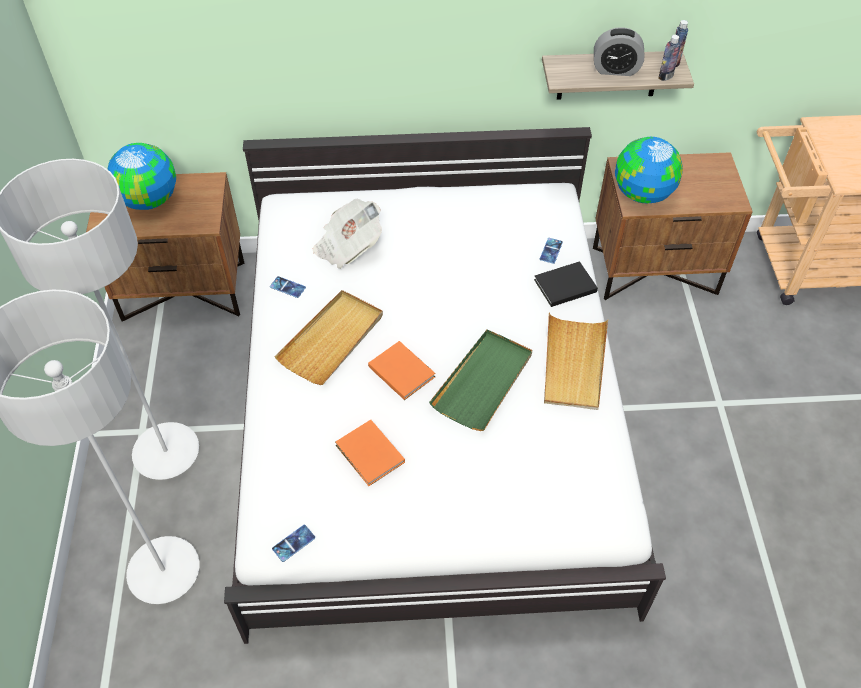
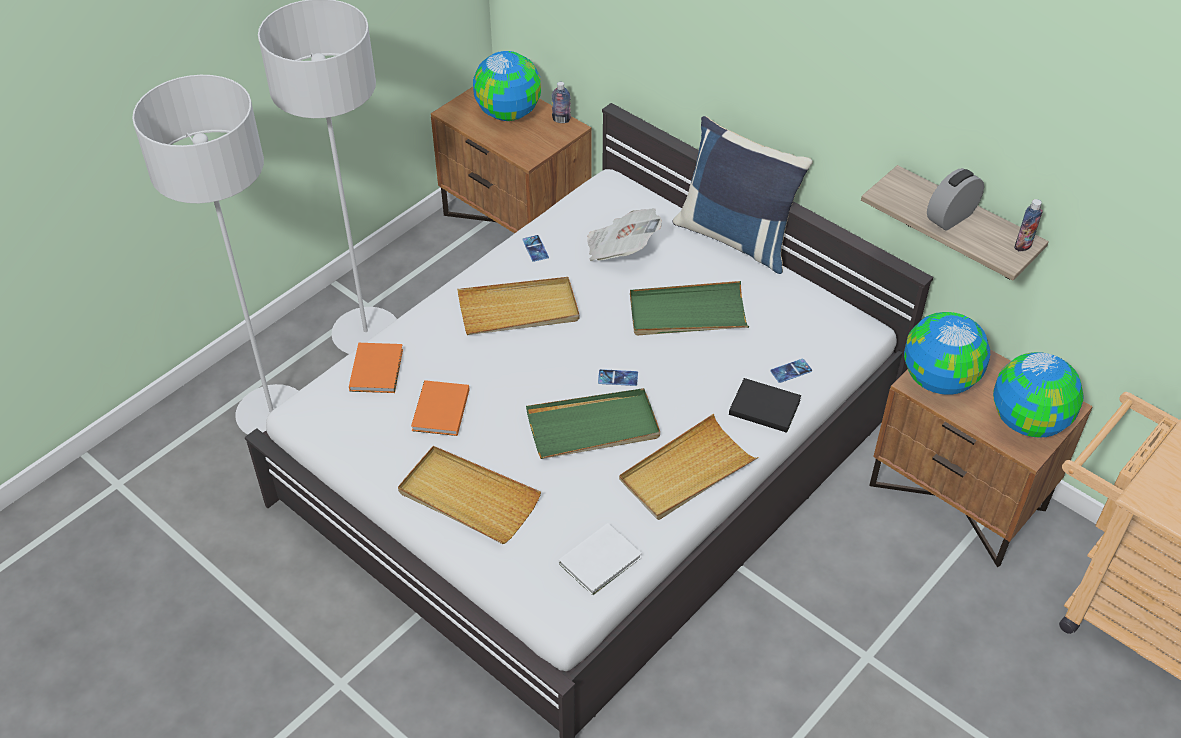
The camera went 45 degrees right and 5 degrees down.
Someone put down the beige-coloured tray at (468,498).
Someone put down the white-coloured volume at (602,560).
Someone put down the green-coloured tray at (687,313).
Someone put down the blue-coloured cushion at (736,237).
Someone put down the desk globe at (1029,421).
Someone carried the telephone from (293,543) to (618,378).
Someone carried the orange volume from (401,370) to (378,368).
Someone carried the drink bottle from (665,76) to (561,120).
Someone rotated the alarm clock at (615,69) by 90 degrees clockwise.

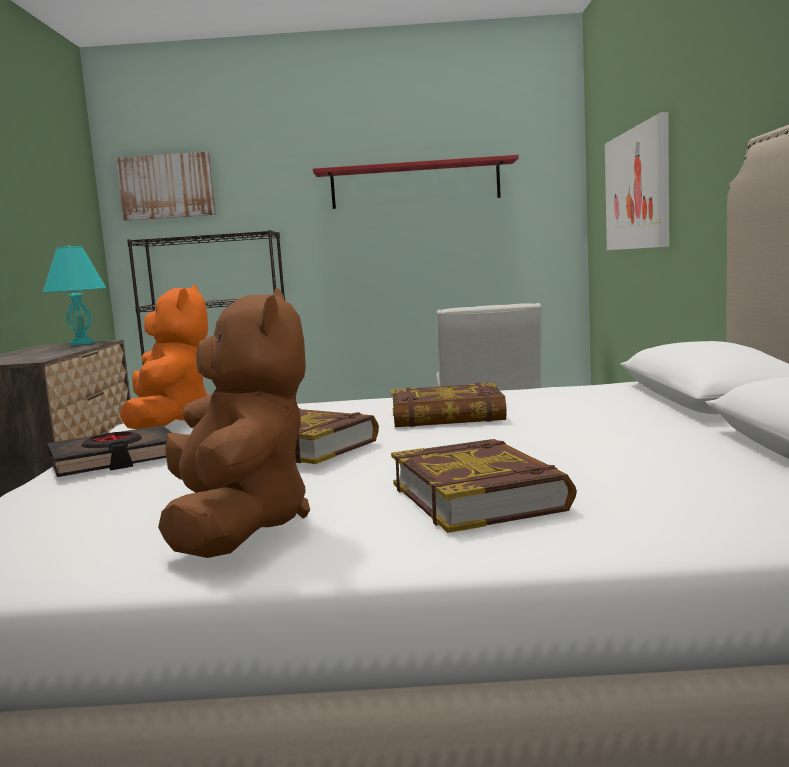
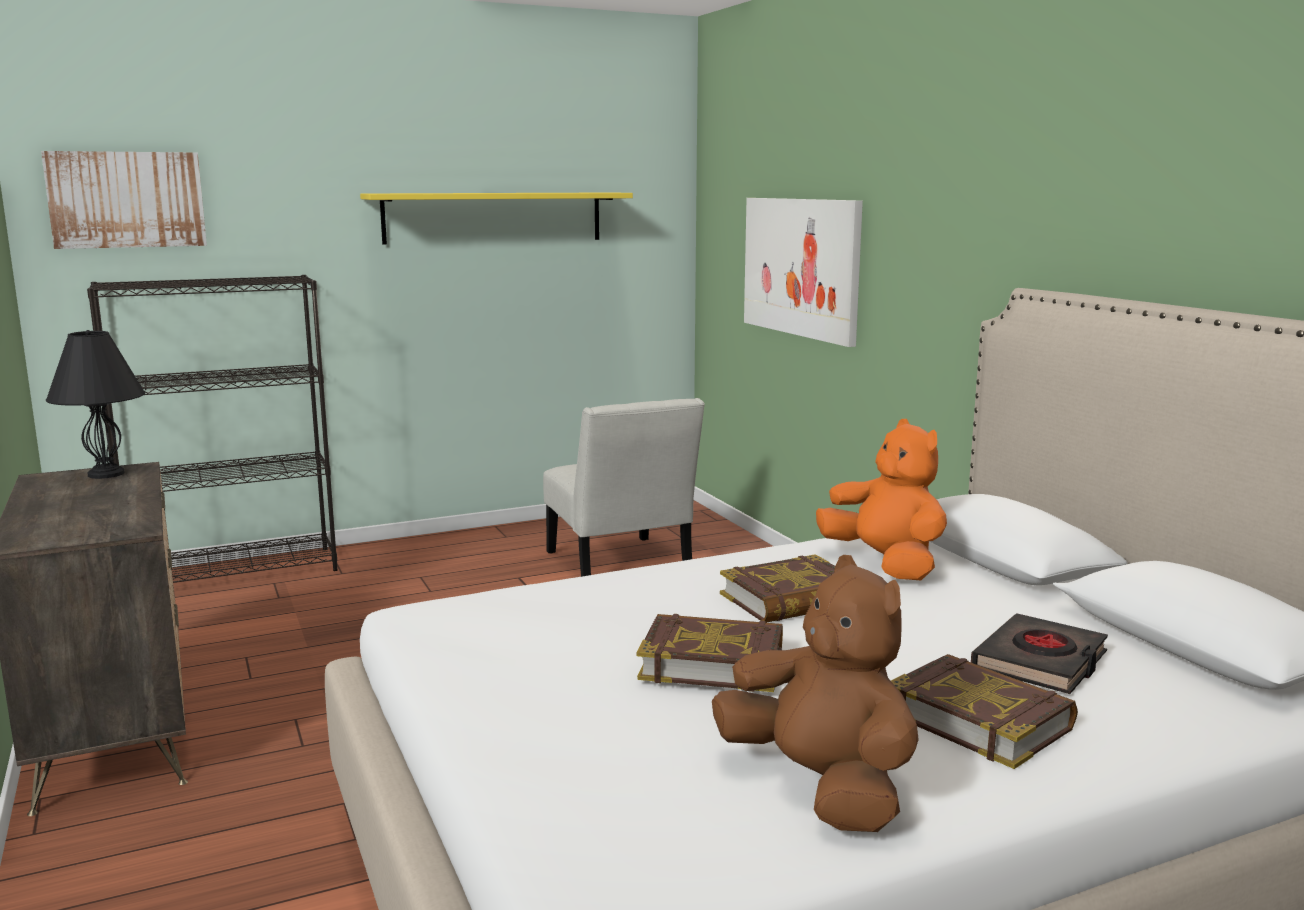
The camera went 25 degrees left and 5 degrees up.
Someone carried the blackish volume from (115,459) to (1040,662).
Someone carried the orange cuddly toy from (170,422) to (885,564).
Someone repainted the blue-green tabletop lamp at (82,343), which became the blackish tabletop lamp at (106,474).
Someone repainted the red-coloured shelf at (415,184), which became the yellow shelf at (494,217).

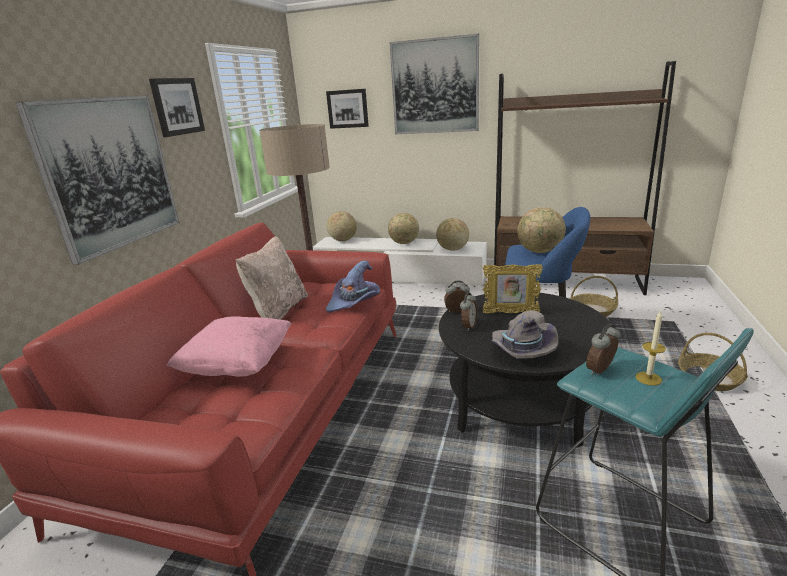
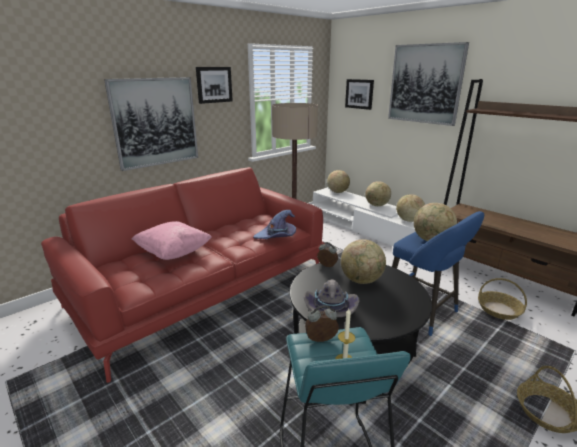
The camera went 30 degrees right and 0 degrees up.
Someone took away the beige-coloured cushion at (278,311).
Someone took away the alarm clock at (468,326).
Someone swapped the picture frame at (510,313) for the desk globe at (361,280).

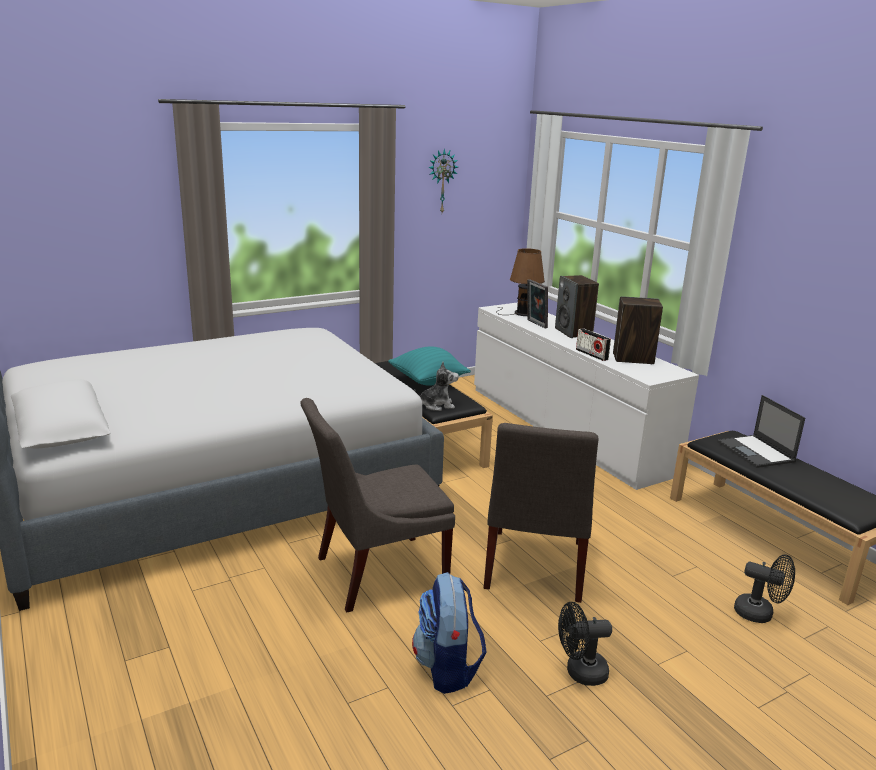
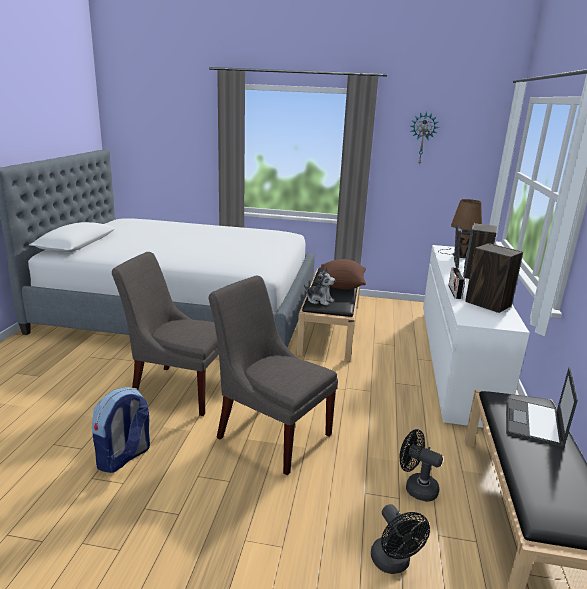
The camera went 40 degrees right and 0 degrees up.
Someone carried the blackish electric fan from (580,672) to (416,487).
Someone repainted the blue-green cushion at (428,382), which became the brownish cushion at (341,286).
Someone rotated the grey plain chair at (533,568) by 75 degrees clockwise.

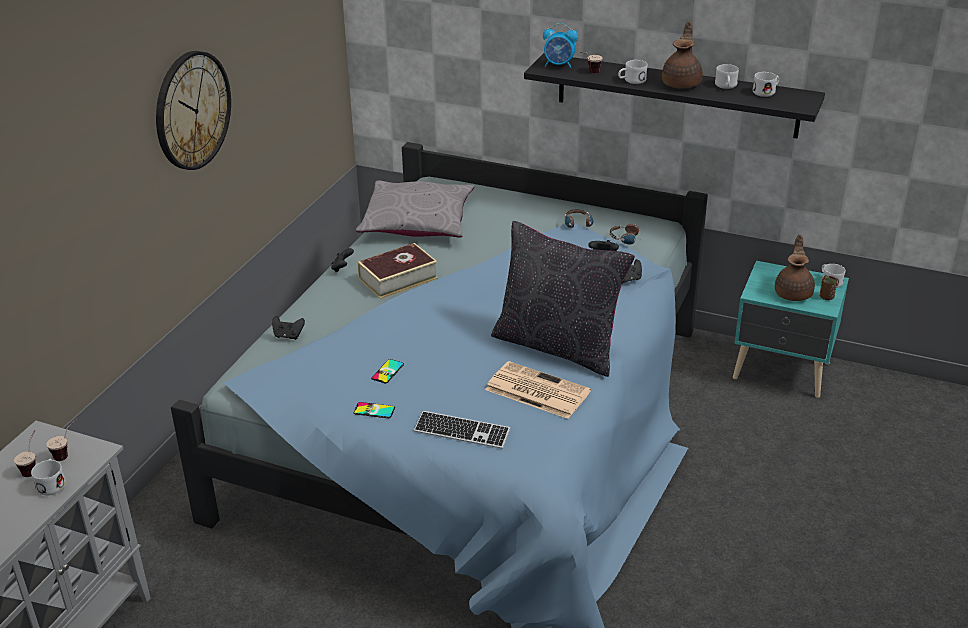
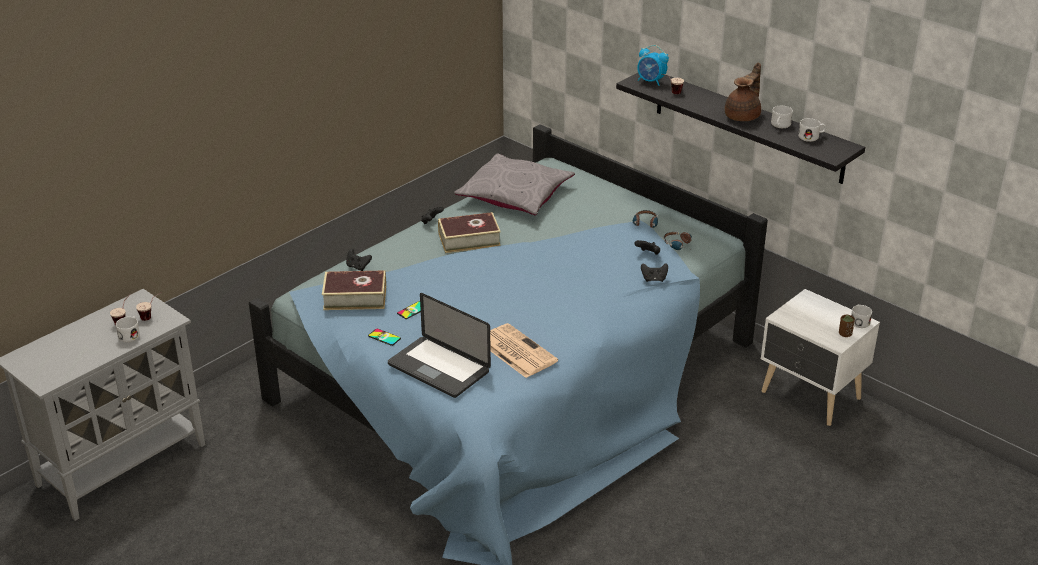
The camera went 20 degrees right and 0 degrees up.
Someone took away the wall clock at (192,110).
Someone took away the blackish cushion at (558,346).
Someone took away the white-coloured tea mug at (631,81).
Someone took away the brownish teapot at (793,293).
Someone put down the volume at (355,297).
Someone swapped the keyboard at (462,432) for the laptop at (438,368).
Someone repainted the blue-green nightstand at (782,372), which became the white-coloured nightstand at (811,397).

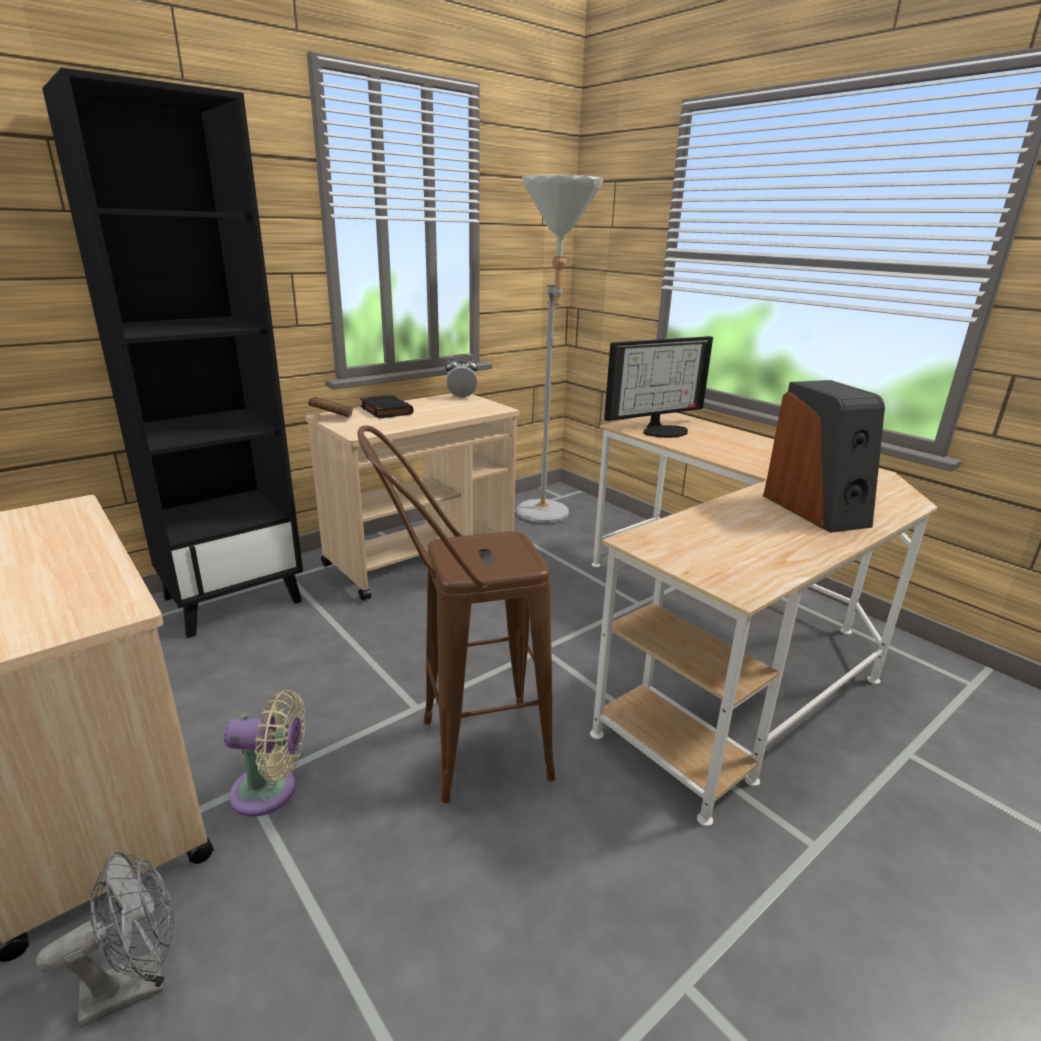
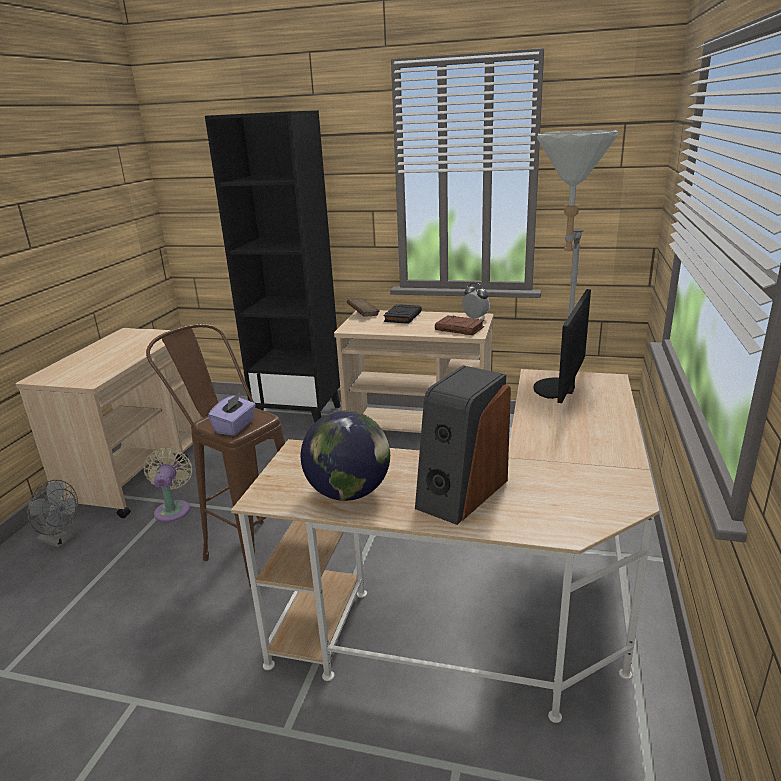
The camera went 55 degrees right and 0 degrees up.
Someone put down the purplish box of tissues at (235,427).
Someone put down the desk globe at (349,492).
Someone put down the brownish volume at (460,329).
Someone rotated the beige-coloured electric fan at (271,791) by 150 degrees counterclockwise.
Someone rotated the monitor at (662,430) by 90 degrees clockwise.

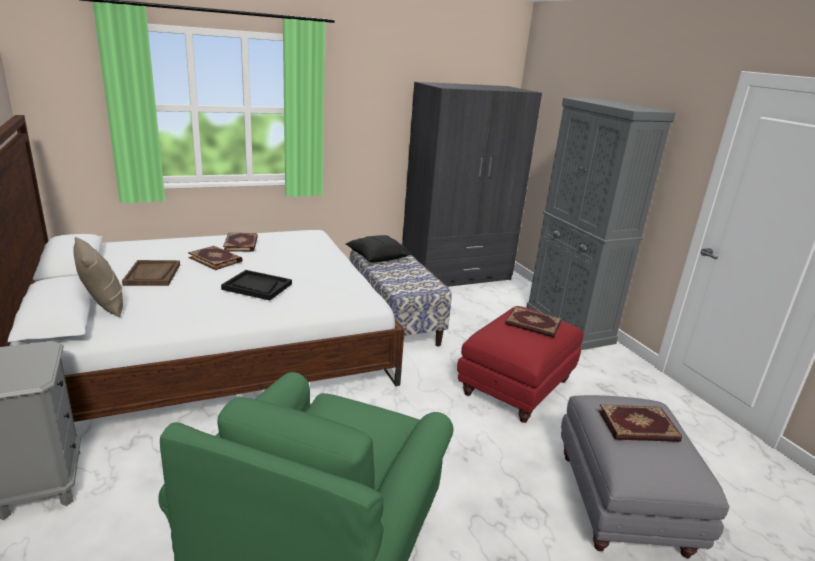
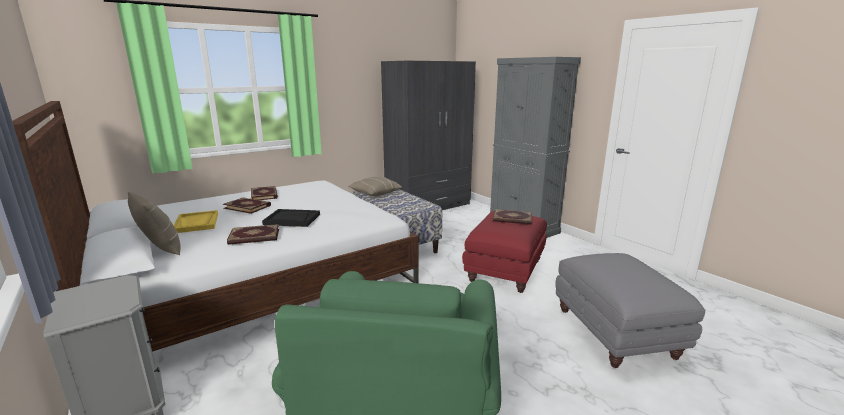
The camera went 10 degrees left and 5 degrees down.
Someone carried the volume from (638,427) to (254,237).
Someone repainted the brownish tray at (152,274), which became the yellow tray at (196,223).
Someone repainted the blackish cushion at (377,257), which became the beige-coloured cushion at (375,193).

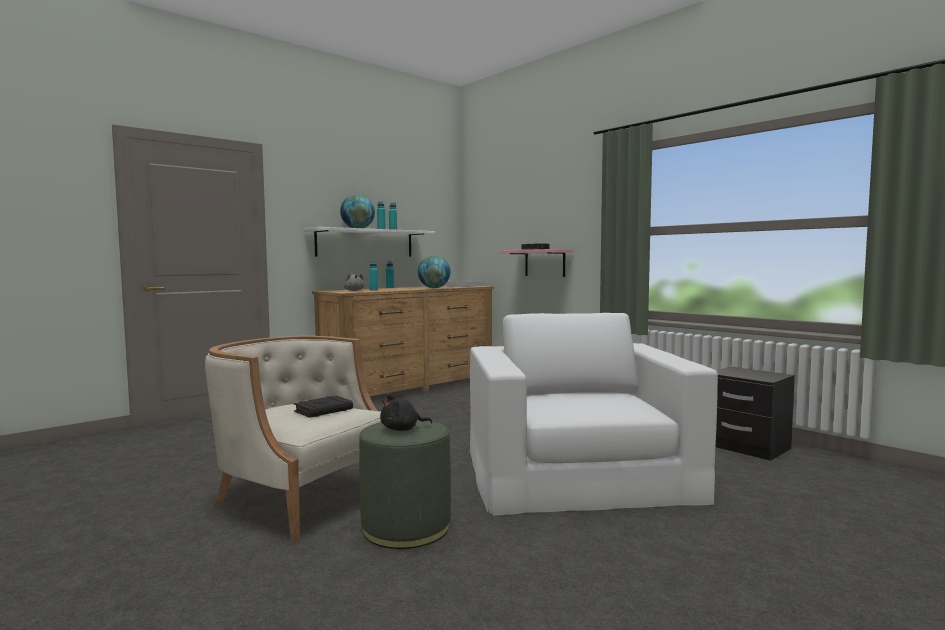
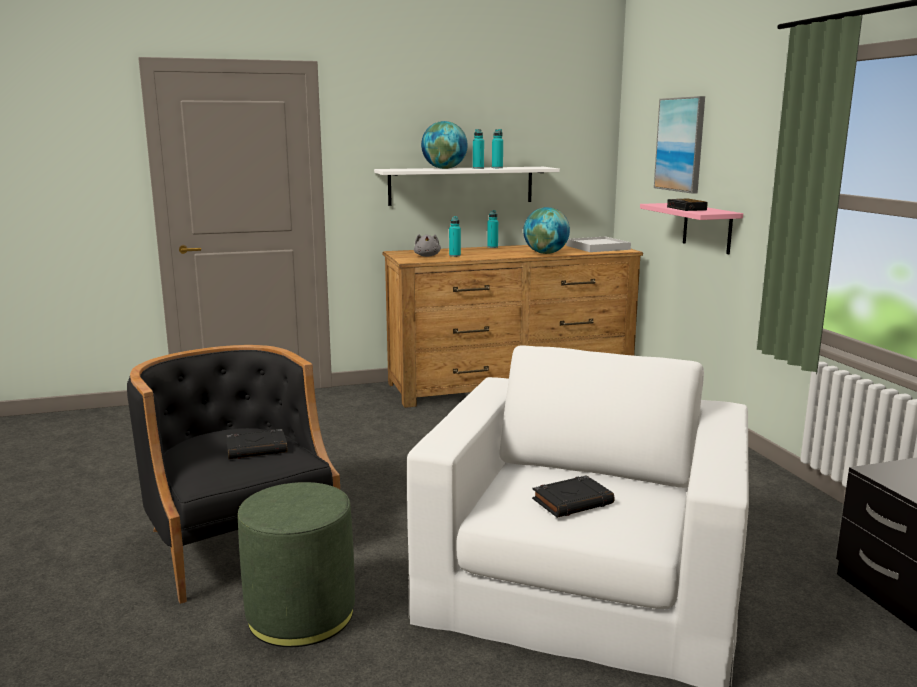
The camera went 25 degrees right and 10 degrees up.
Someone took away the blackish cuddly toy at (402,429).
Someone put down the blackish volume at (573,501).
Someone put up the wall picture at (680,144).
Someone repainted the beige-coloured lounge chair at (301,498), which became the blackish lounge chair at (238,540).

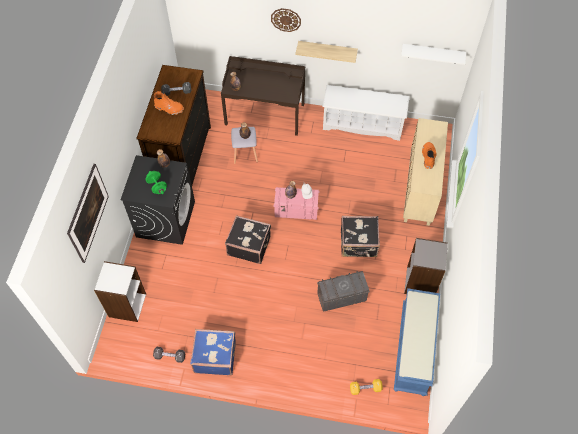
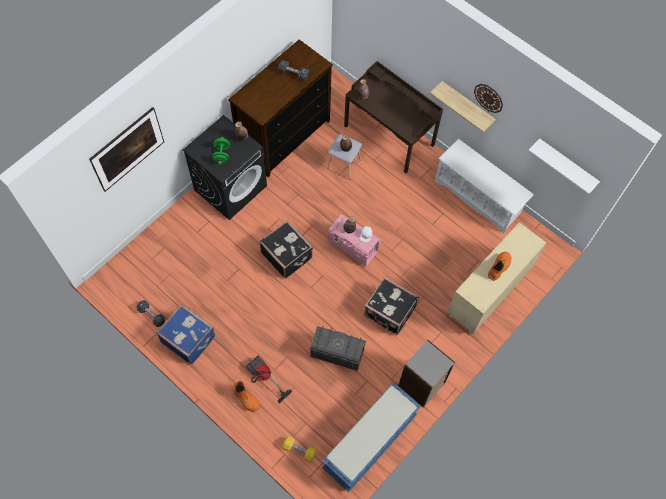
The camera went 30 degrees right and 5 degrees up.
Someone took away the white-coloured bookshelf at (127,305).
Someone put down the hoover at (264,378).
Someone carried the orange high-top boot from (169,108) to (246,399).
Someone carried the wall clock from (286,19) to (488,98).

